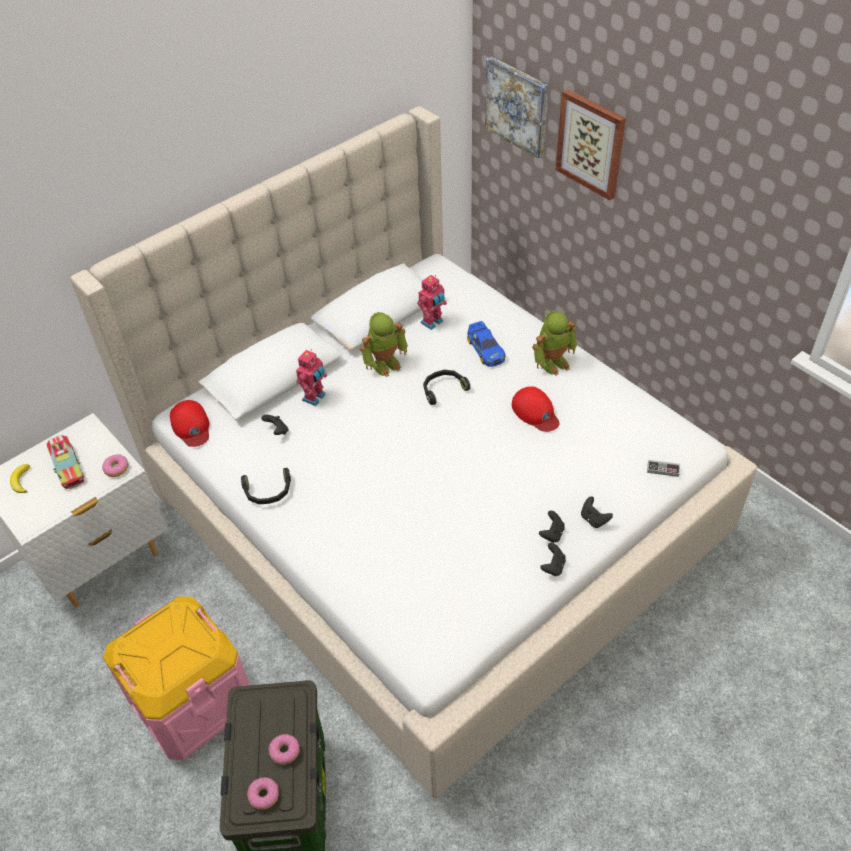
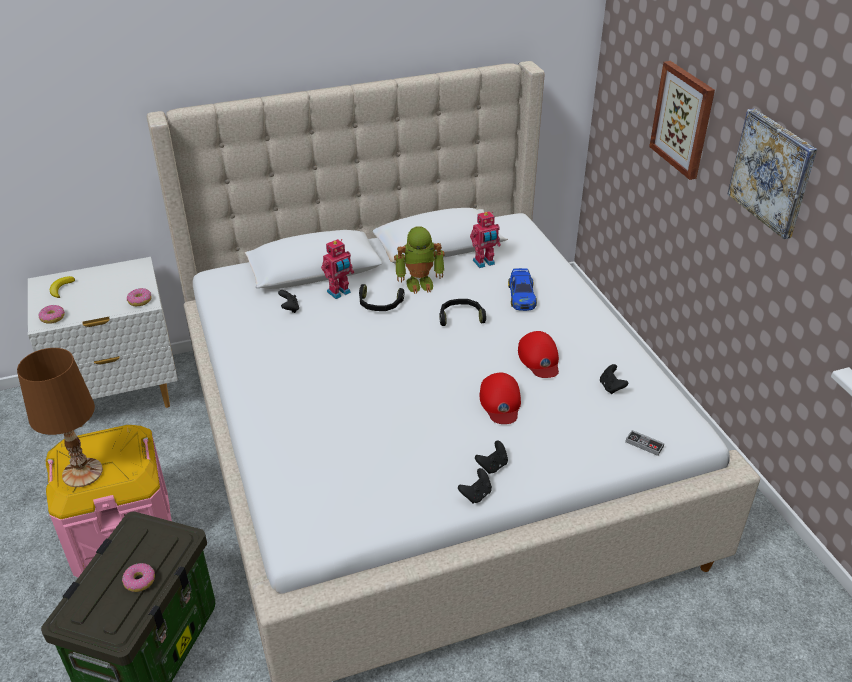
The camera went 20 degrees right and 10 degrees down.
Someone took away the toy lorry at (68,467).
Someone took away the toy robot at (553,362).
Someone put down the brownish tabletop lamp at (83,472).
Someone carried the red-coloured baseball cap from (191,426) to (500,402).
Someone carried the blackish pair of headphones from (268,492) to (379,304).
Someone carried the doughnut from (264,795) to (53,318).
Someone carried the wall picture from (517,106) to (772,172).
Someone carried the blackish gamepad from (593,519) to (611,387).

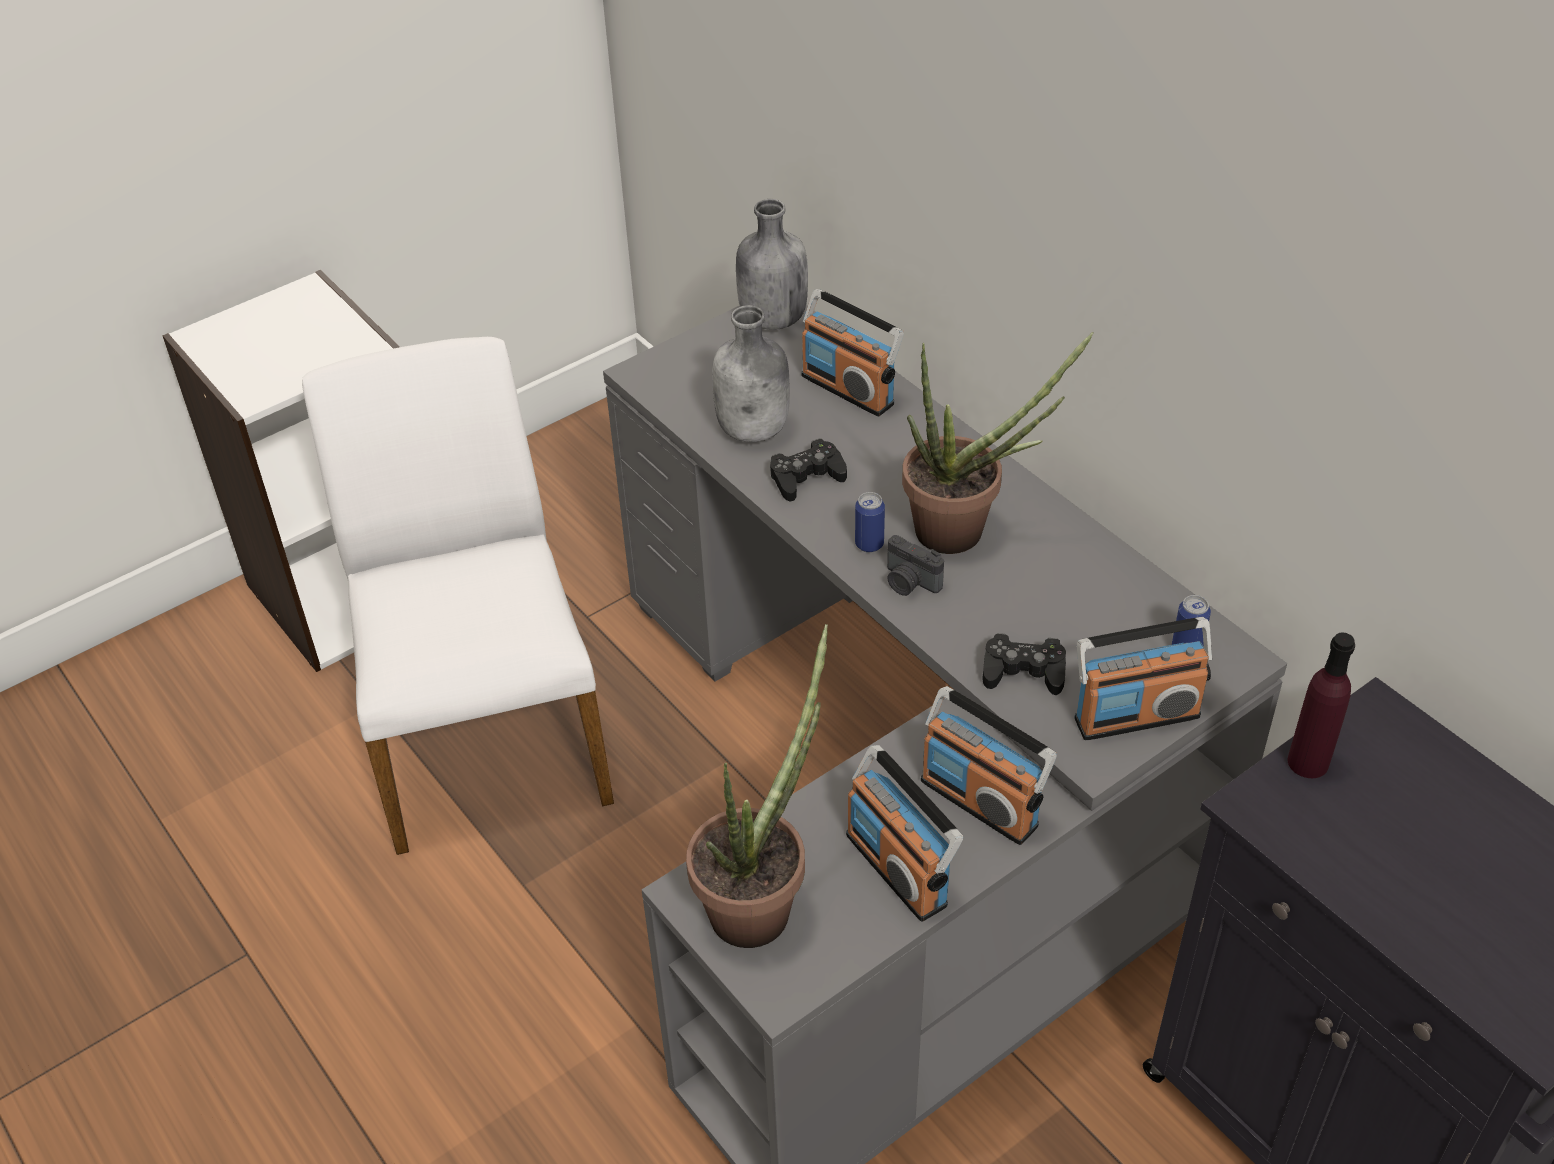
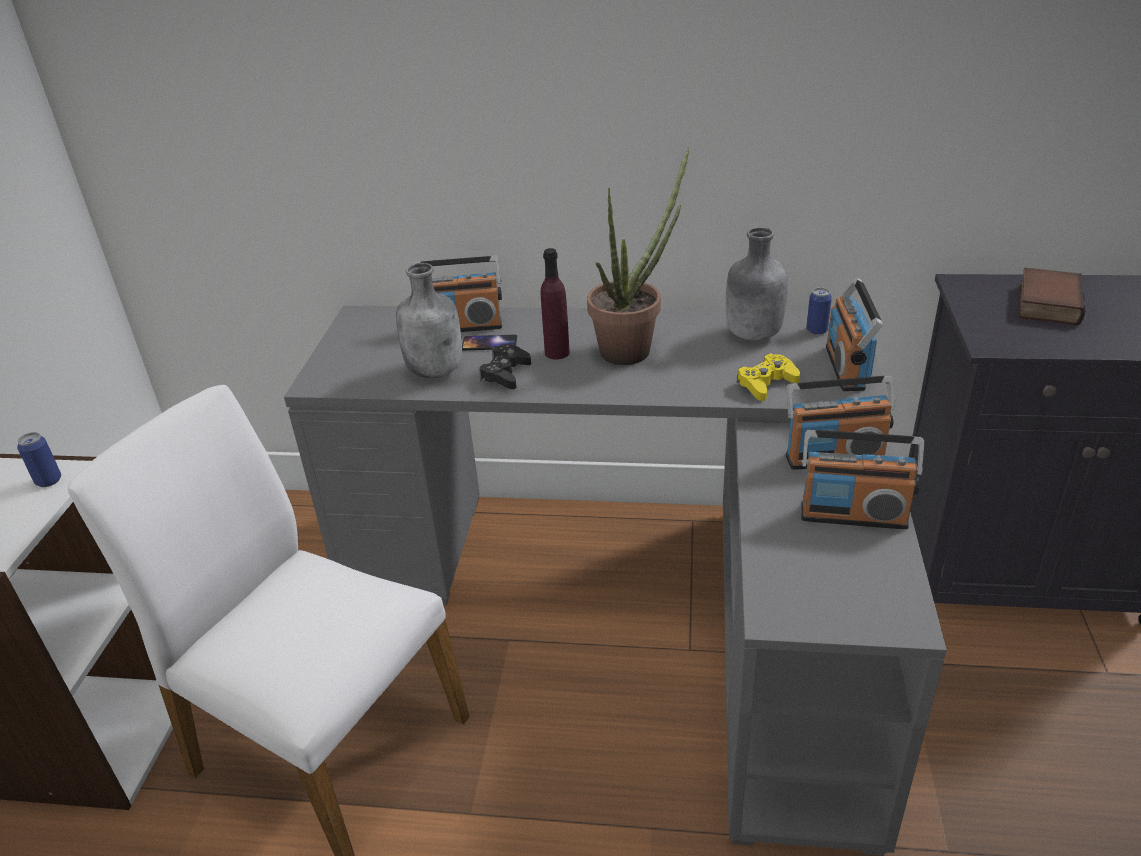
The camera went 45 degrees left and 10 degrees down.
Someone took away the potted plant at (761,901).
Someone took away the still camera at (909,582).
Someone put down the telephone at (489,343).
Someone put down the volume at (1046,303).
Someone carried the grey drink bottle from (771,319) to (752,335).
Someone carried the sealed can from (869,544) to (48,481).
Someone carried the purplish drink bottle from (1308,762) to (557,353).
Someone repainted the blackish gamepad at (1023,671), which became the yellow gamepad at (766,383).
Someone rotated the radio set at (1136,716) by 150 degrees clockwise.

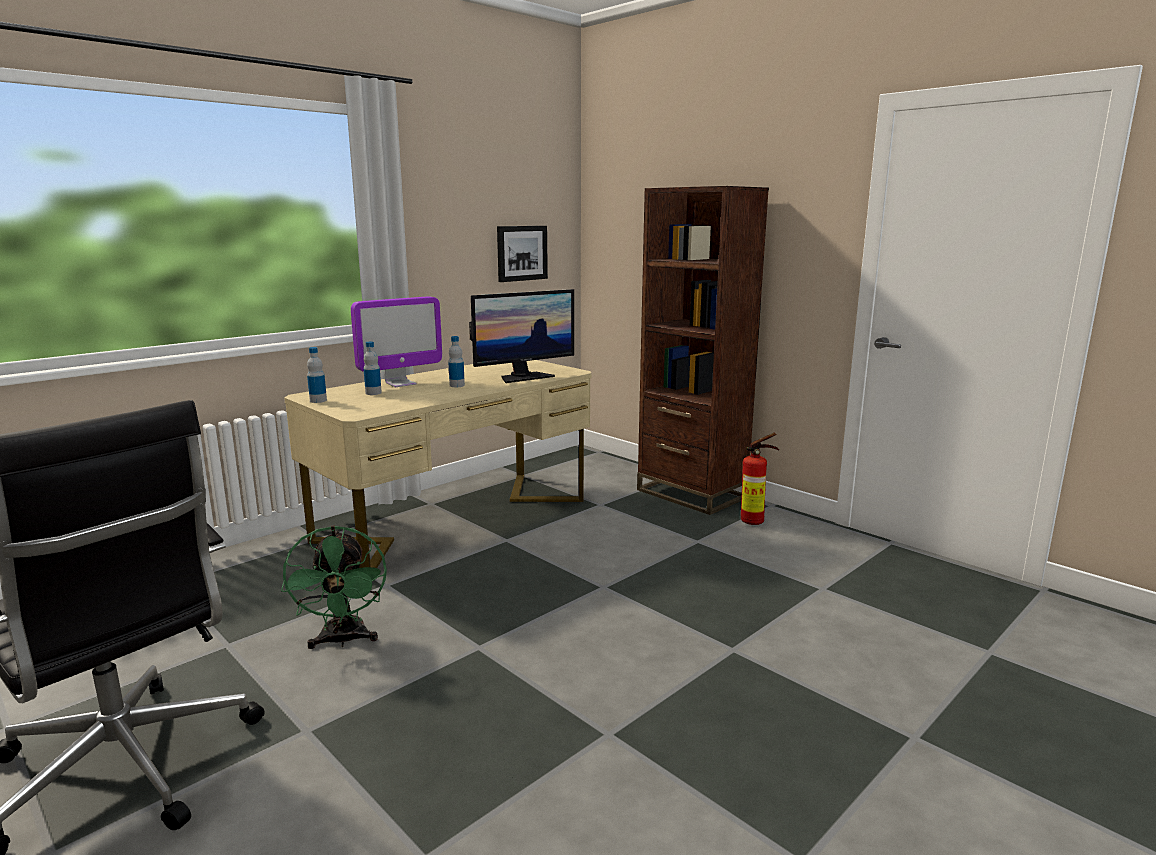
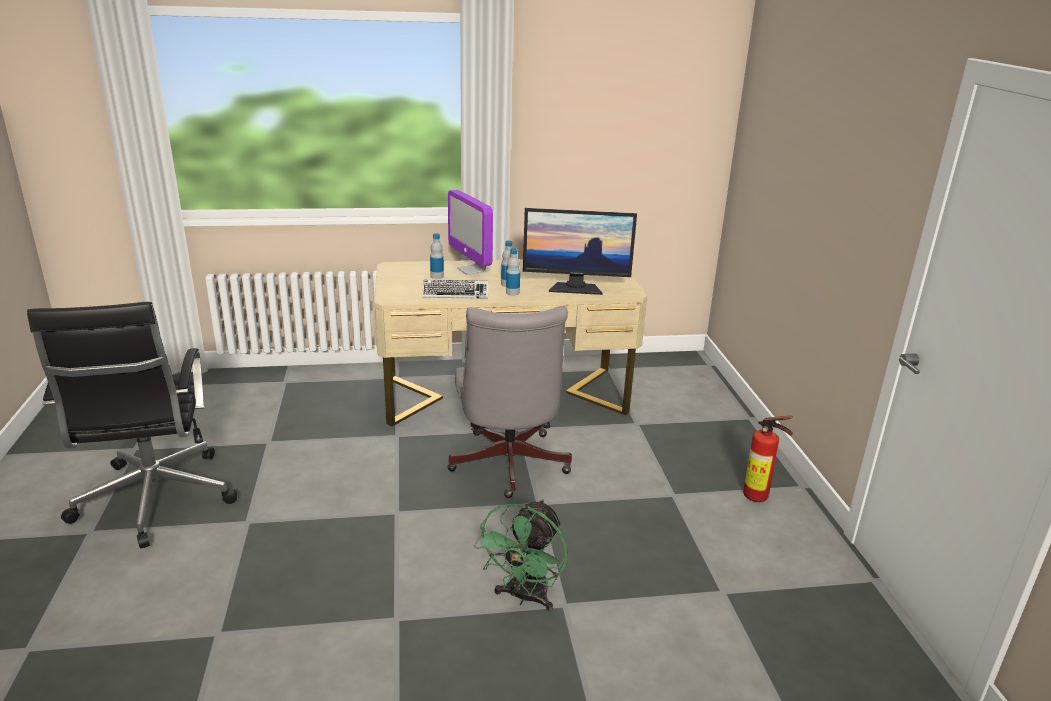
The camera went 35 degrees right and 10 degrees up.
Someone took away the wall picture at (521,253).
Someone took away the brownish bookshelf at (691,494).
Someone put down the keyboard at (455,293).
Someone put down the grey desk chair at (508,466).
Someone carried the green-coloured electric fan from (343,640) to (525,597).
Someone carried the drink bottle from (318,400) to (512,293).
Someone rotated the monitor at (400,383) by 60 degrees clockwise.

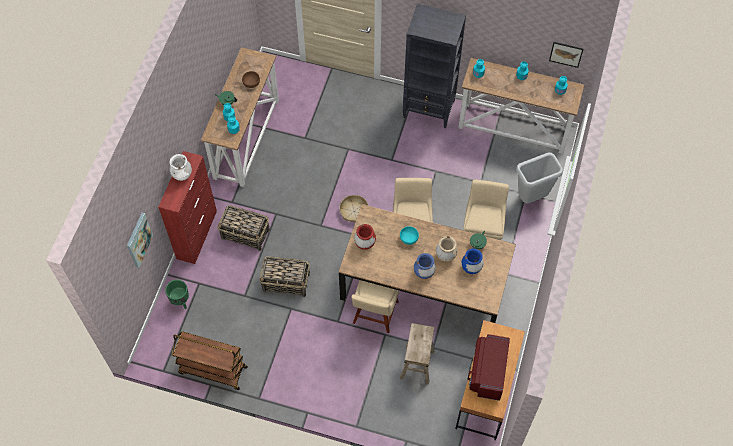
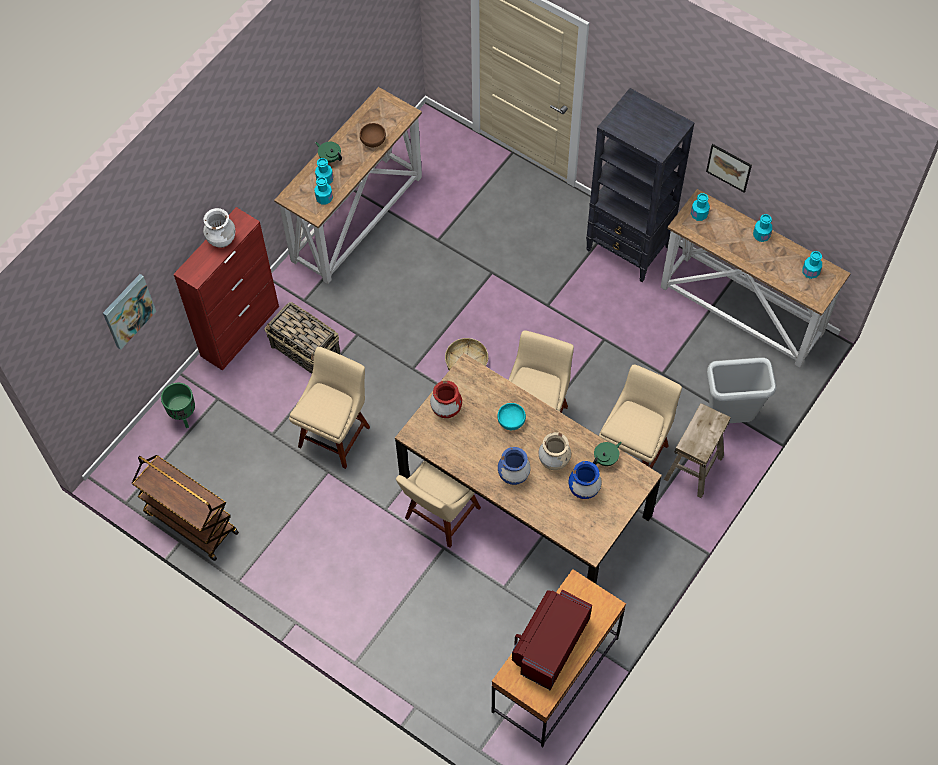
The camera went 20 degrees right and 0 degrees up.
Someone carried the beige-coloured sitting stool from (417,363) to (693,467).
Someone carried the wall picture from (566,54) to (729,167).
Someone swapped the household basket at (286,282) for the beige-coloured plain chair at (336,433).

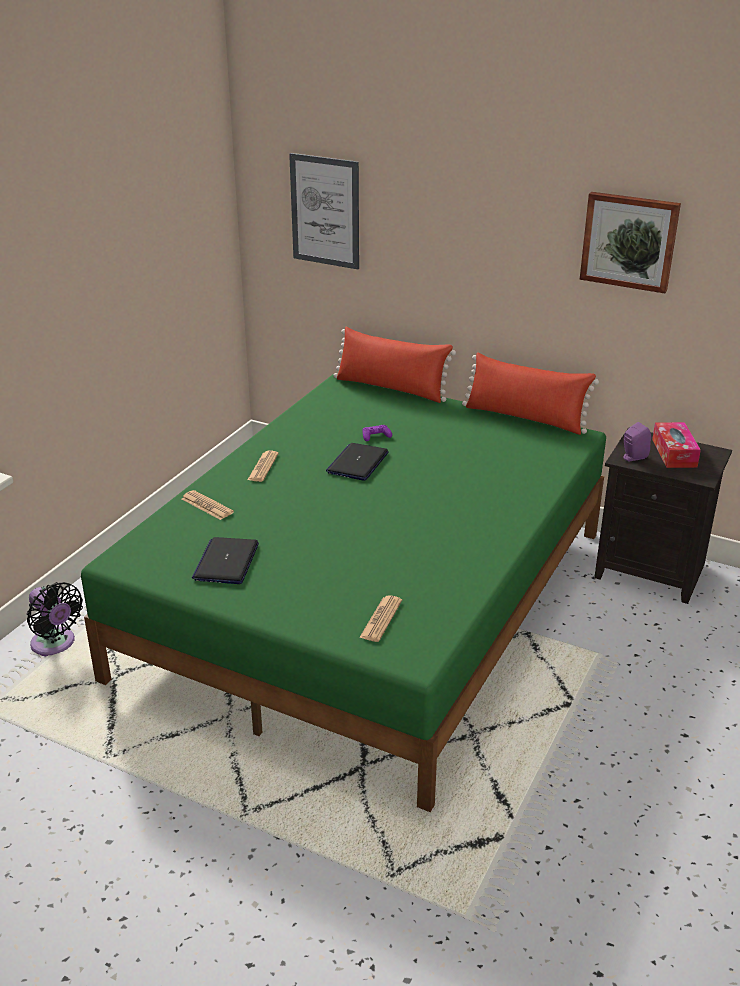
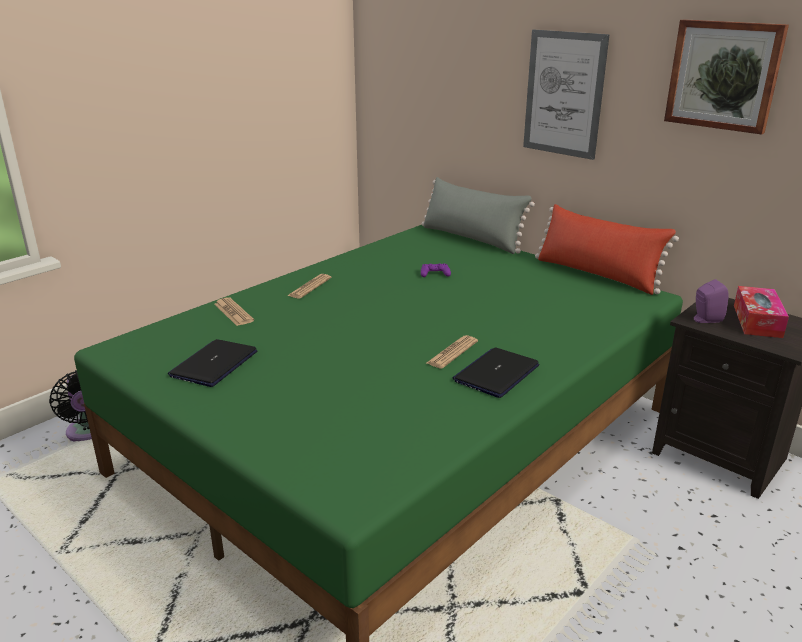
The camera went 15 degrees right and 5 degrees down.
Someone carried the wall picture from (325,211) to (564,94).
Someone carried the laptop from (357,463) to (496,373).
Someone carried the daily paper from (381,619) to (452,352).
Someone repainted the red-coloured cushion at (391,388), which became the grey cushion at (471,238).

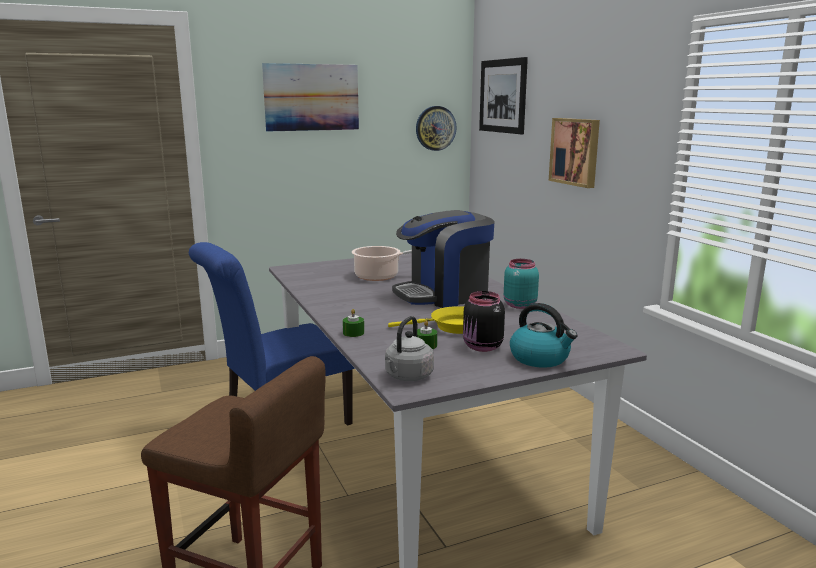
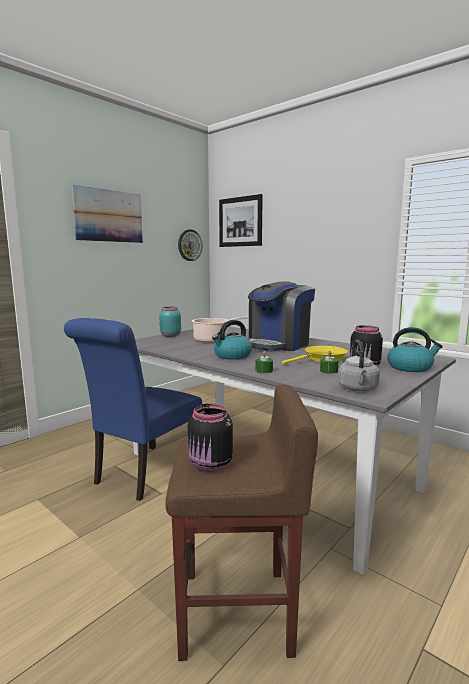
The camera went 25 degrees left and 5 degrees down.
Someone took away the wall picture at (575,151).
Someone put down the blackish storage jar at (210,465).
Someone put down the kettle at (232,356).
Someone carried the blue-green storage jar from (518,305) to (170,335).

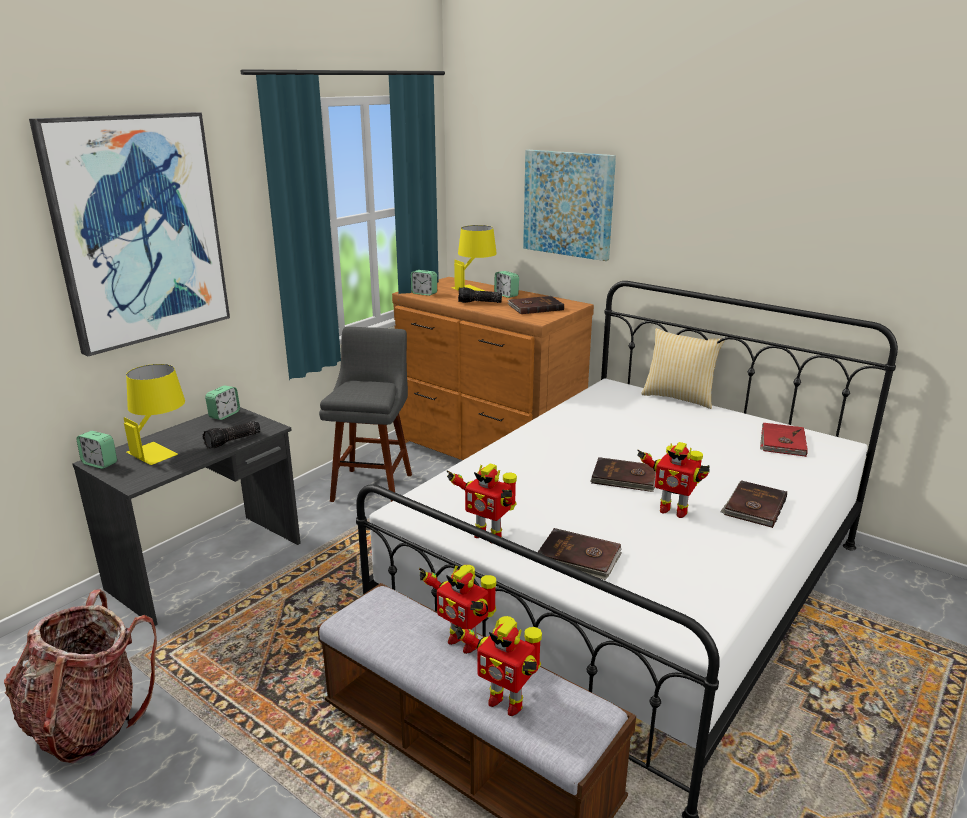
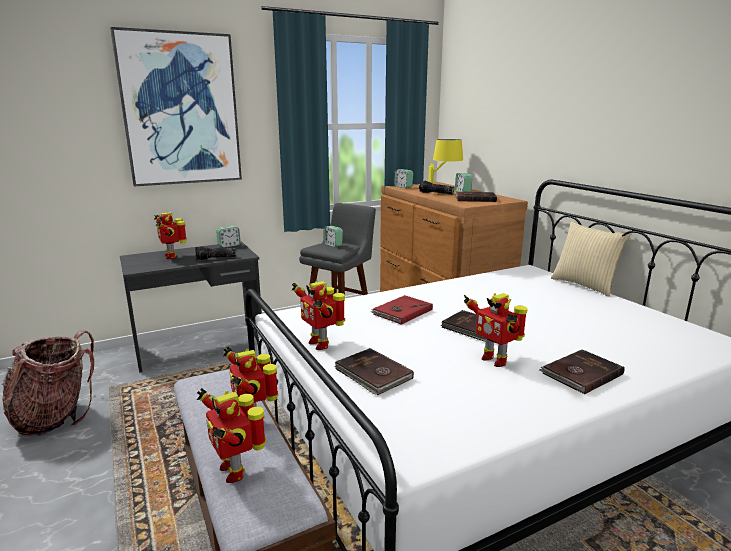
The camera went 25 degrees right and 5 degrees down.
Someone took away the wall picture at (568,204).
Someone carried the alarm clock from (100,463) to (333,245).
Someone carried the red-coloured volume from (782,442) to (401,312).
Someone swapped the yellow tabletop lamp at (161,449) for the toy robot at (172,256).

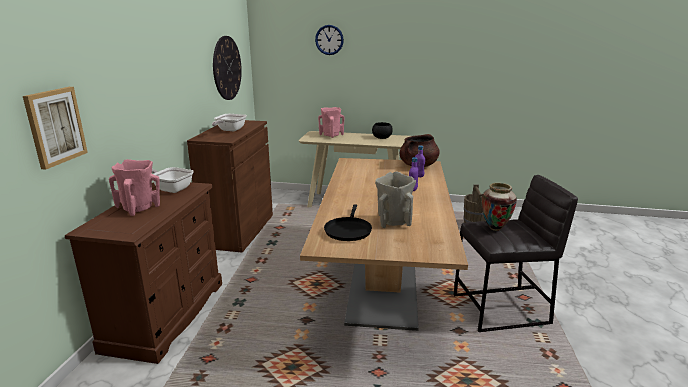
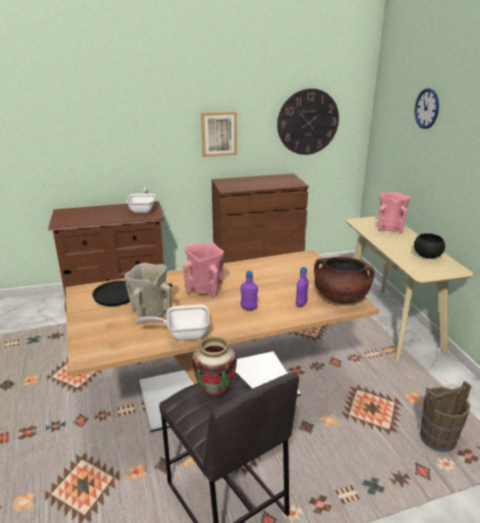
The camera went 65 degrees right and 5 degrees up.
Someone carried the wall picture from (55,126) to (219,134).
Someone carried the pinkish flower vase from (139,208) to (205,289).
Someone carried the frying pan from (229,130) to (183,334).

